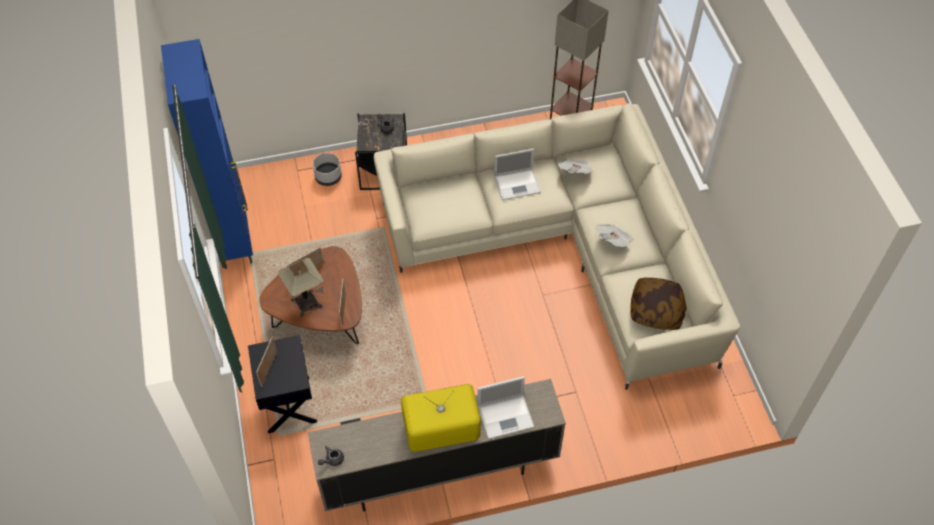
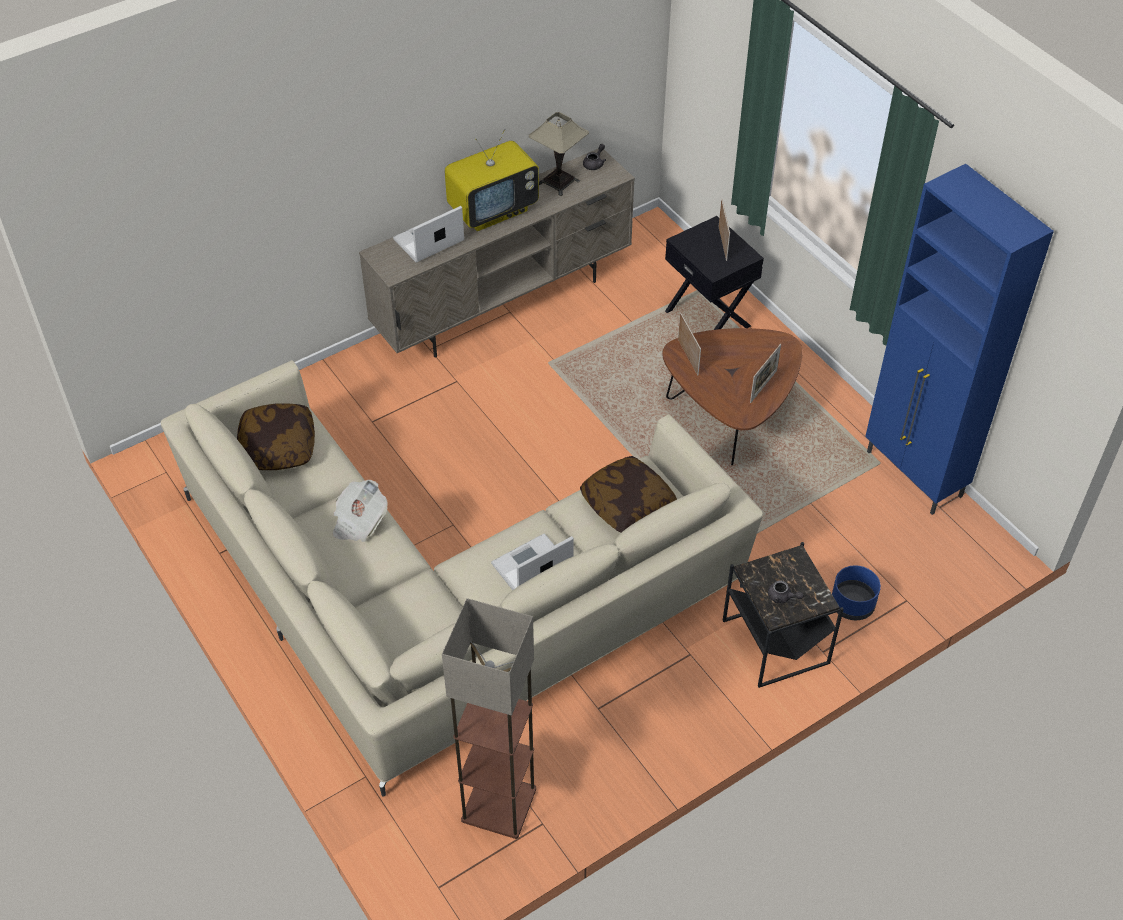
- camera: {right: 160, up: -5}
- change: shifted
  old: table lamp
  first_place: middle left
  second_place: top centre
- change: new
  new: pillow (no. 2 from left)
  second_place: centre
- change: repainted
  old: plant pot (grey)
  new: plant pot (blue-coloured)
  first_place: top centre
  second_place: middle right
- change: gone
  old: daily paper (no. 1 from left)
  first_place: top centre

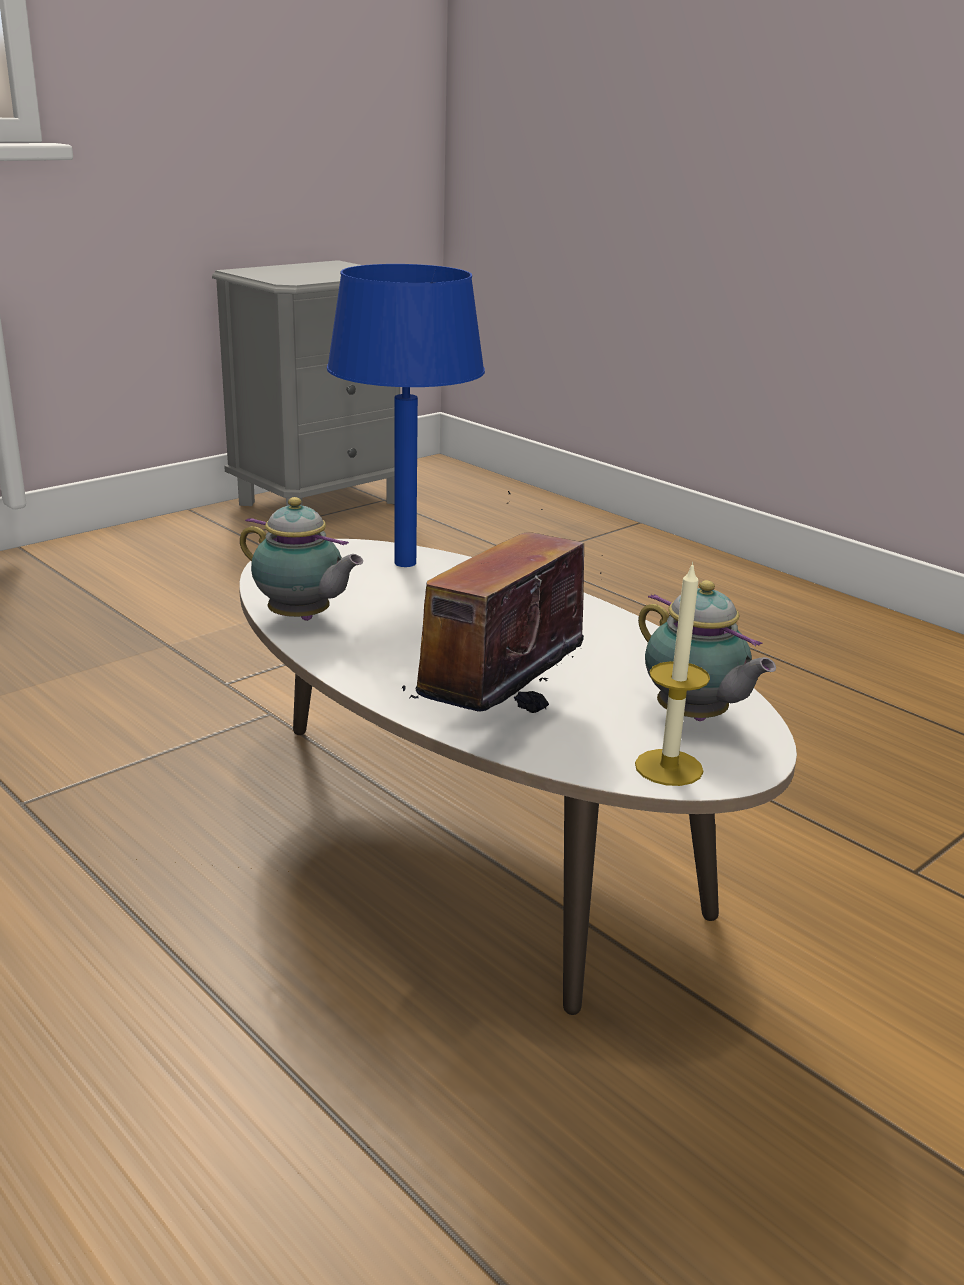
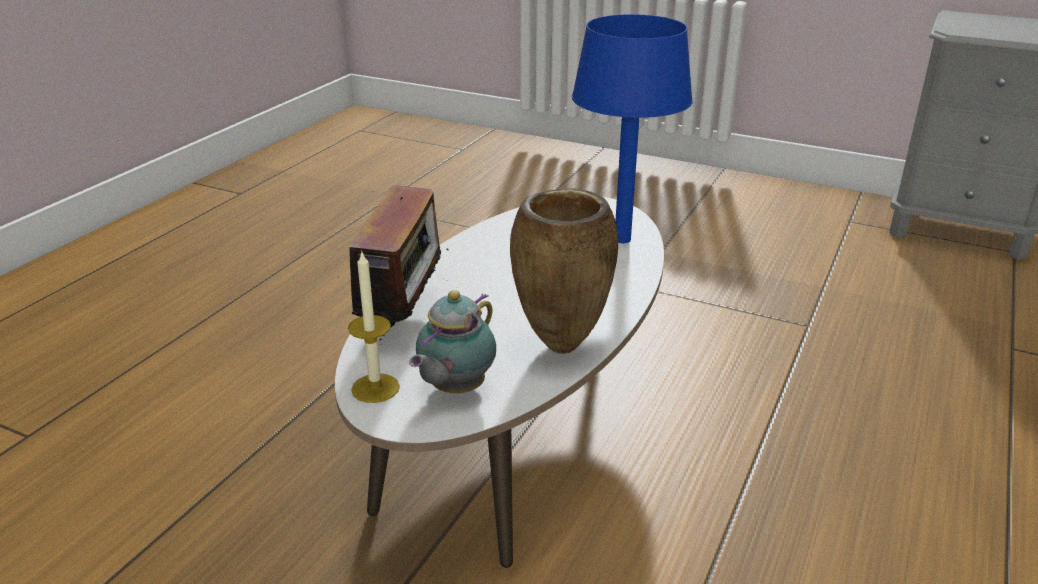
- camera: {right: 70, up: 5}
- change: rotated
  old: radio set
  first_place: centre
  second_place: centre
  degrees: 90
- change: new
  new: flower vase (brown)
  second_place: centre
- change: gone
  old: tea pot (no. 1 from left)
  first_place: middle left

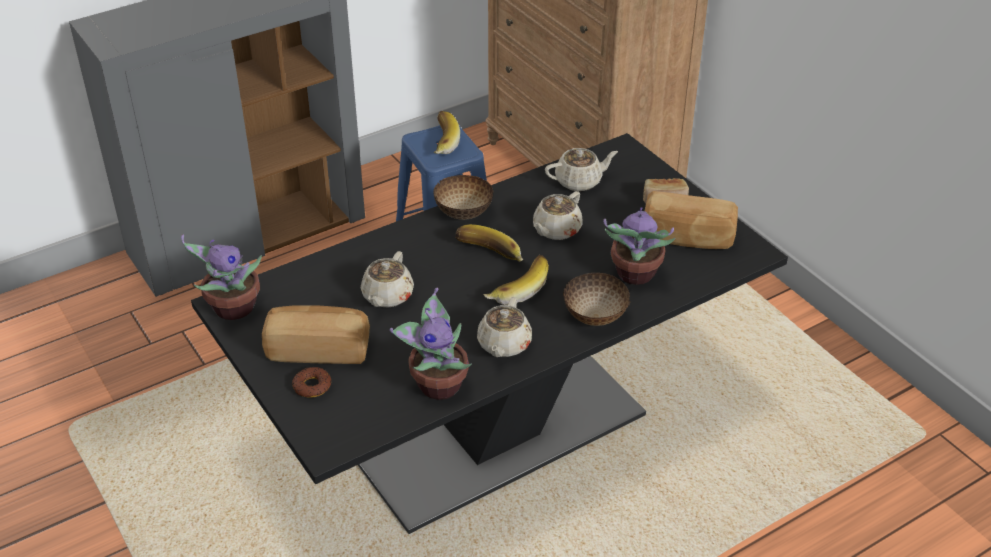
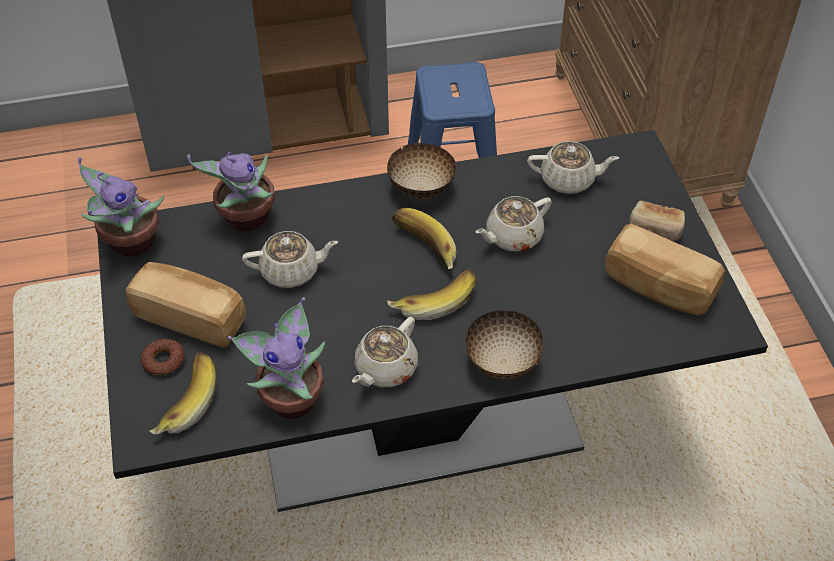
- camera: {right: 20, up: 10}
- change: shifted
  old: banana (no. 1 from left)
  first_place: top centre
  second_place: bottom left
- change: shifted
  old: plant in a pot (no. 3 from left in the first image)
  new: plant in a pot (no. 2 from left)
  first_place: centre
  second_place: middle left
- change: rotated
  old: tea pot (beige) (no. 1 from left)
  first_place: centre
  second_place: centre
  degrees: -135

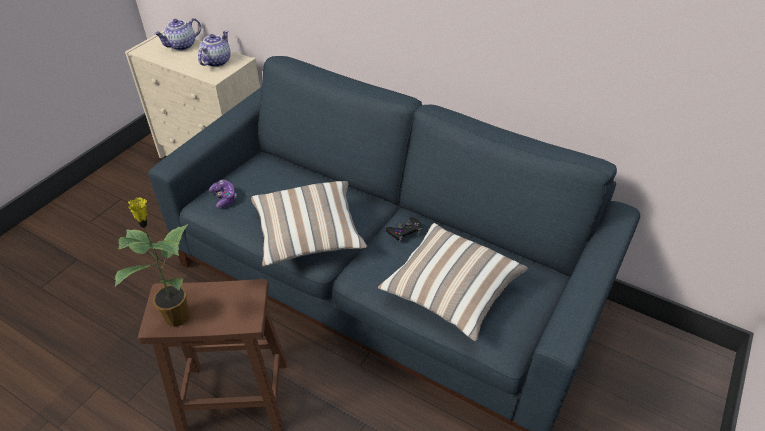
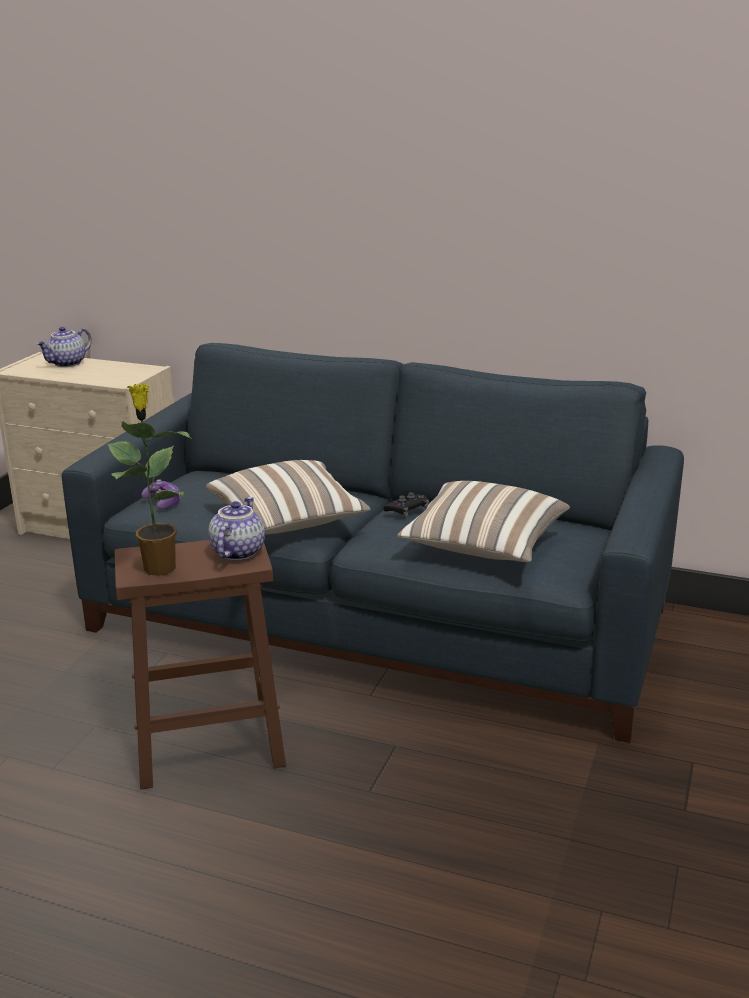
- camera: {right: -10, up: -20}
- change: shifted
  old: tea pot (no. 2 from left)
  first_place: top left
  second_place: middle left

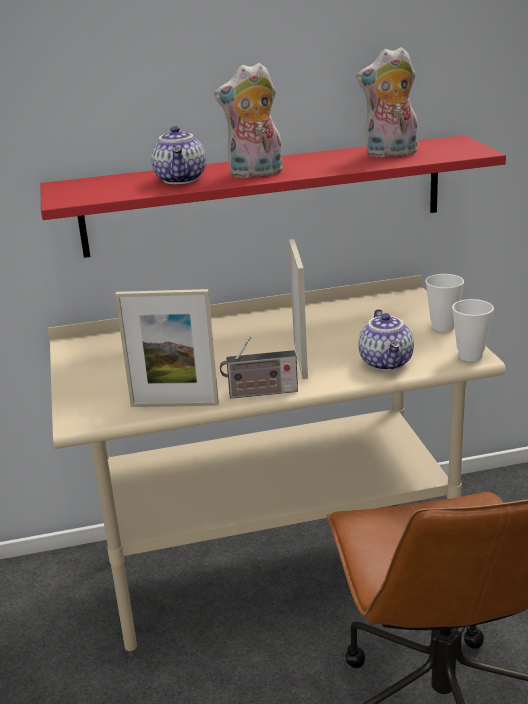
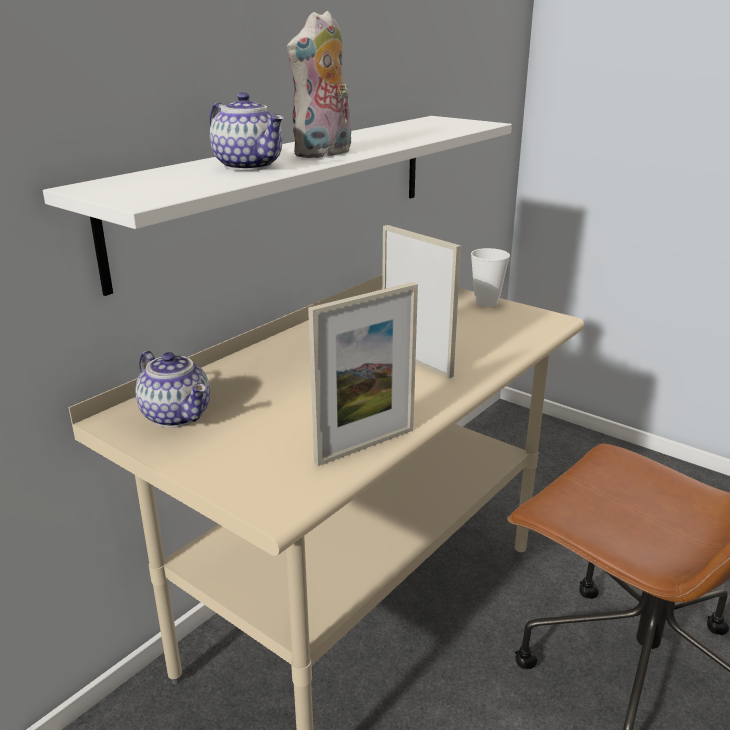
- camera: {right: -40, up: 0}
- change: repainted
  old: bracket shelf (red-coloured)
  new: bracket shelf (white-coloured)
  first_place: top centre
  second_place: top centre
- change: shifted
  old: tea pot (no. 2 from left in the first image)
  new: tea pot (no. 1 from left)
  first_place: middle right
  second_place: middle left
- change: gone
  old: radio set
  first_place: centre
- change: gone
  old: cuddly toy (no. 2 from left)
  first_place: top right
- change: gone
  old: cup (no. 2 from left)
  first_place: middle right

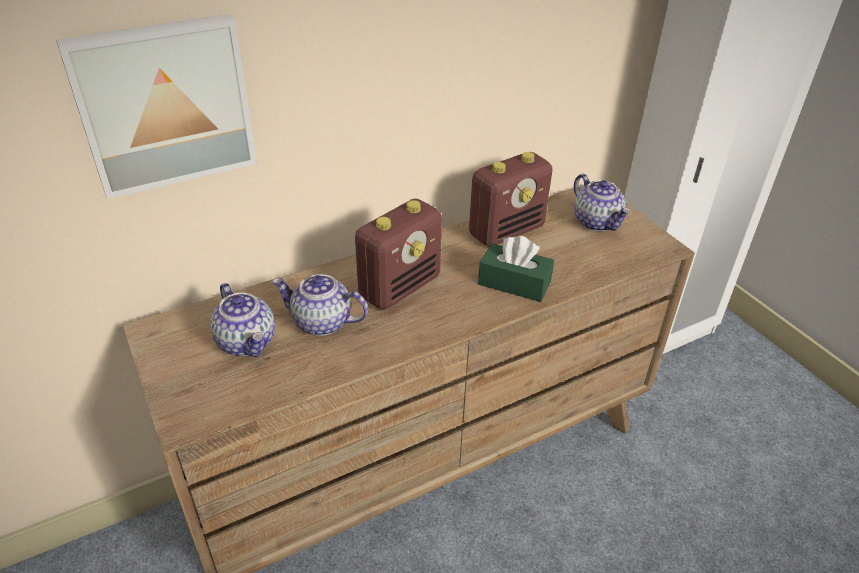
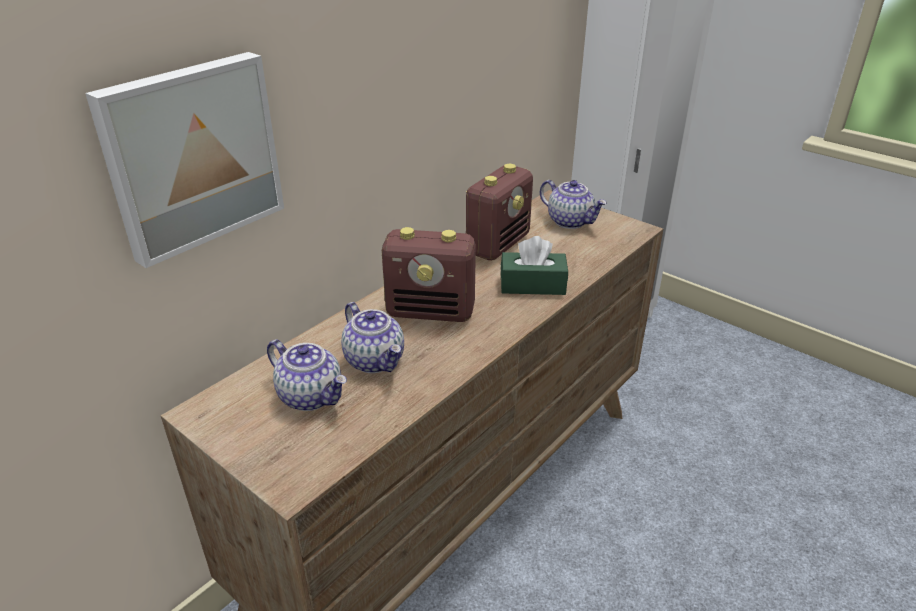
- camera: {right: -20, up: -5}
- change: rotated
  old: tea pot (no. 2 from left)
  first_place: centre
  second_place: centre
  degrees: -120
- change: rotated
  old: radio set (no. 1 from left)
  first_place: centre
  second_place: centre
  degrees: 75

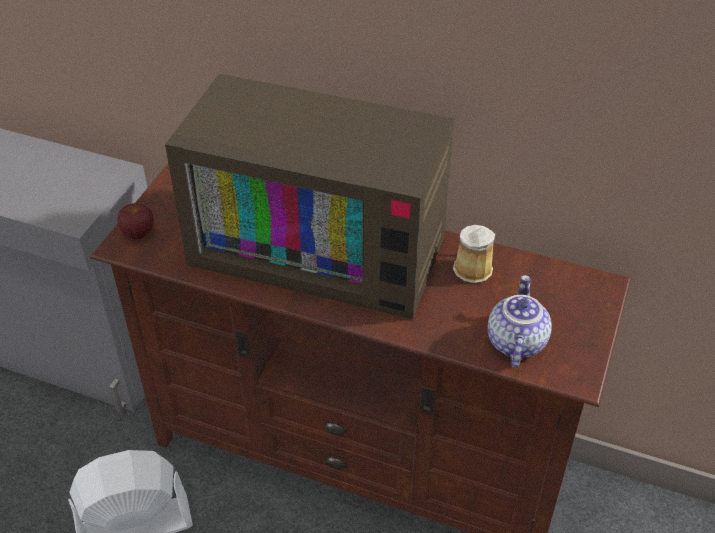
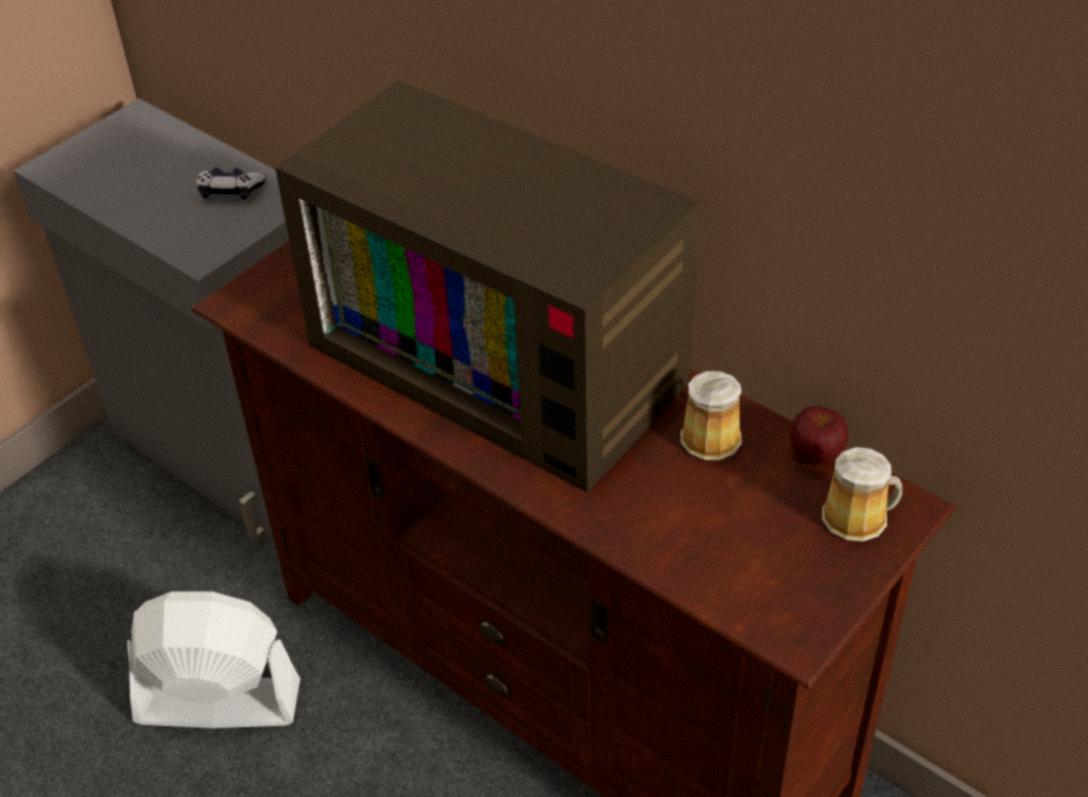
- camera: {right: 20, up: 0}
- change: new
  new: gamepad
  second_place: top left
- change: shifted
  old: apple
  first_place: middle left
  second_place: middle right
- change: new
  new: tea mug (no. 2 from left)
  second_place: middle right
- change: gone
  old: tea pot
  first_place: middle right

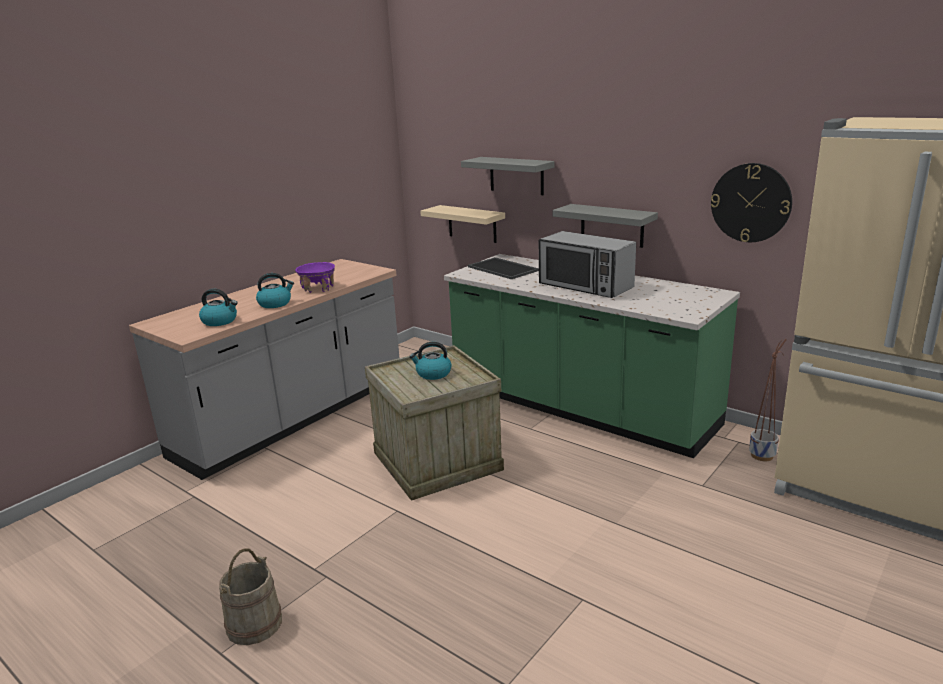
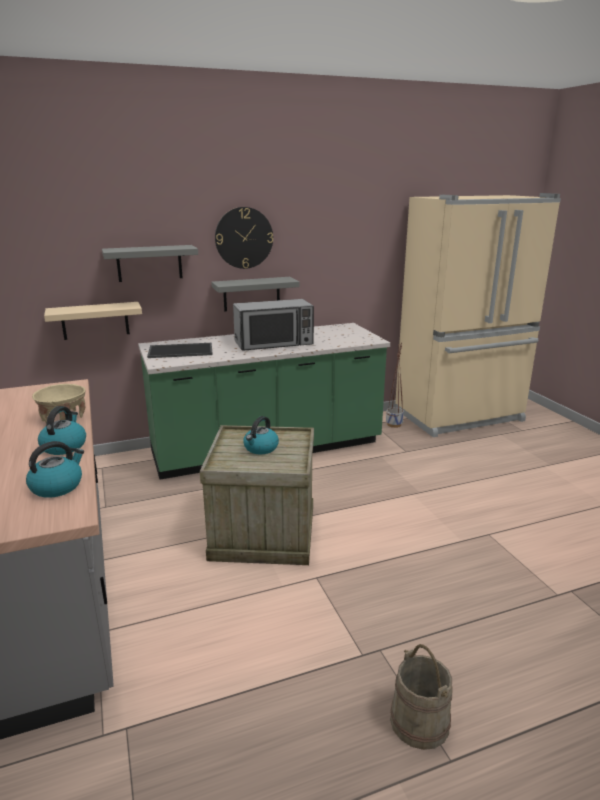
- camera: {right: -60, up: 0}
- change: repainted
  old: bowl (purple)
  new: bowl (beige)
  first_place: centre
  second_place: middle left
- change: shifted
  old: clock on the wall
  first_place: top right
  second_place: top centre

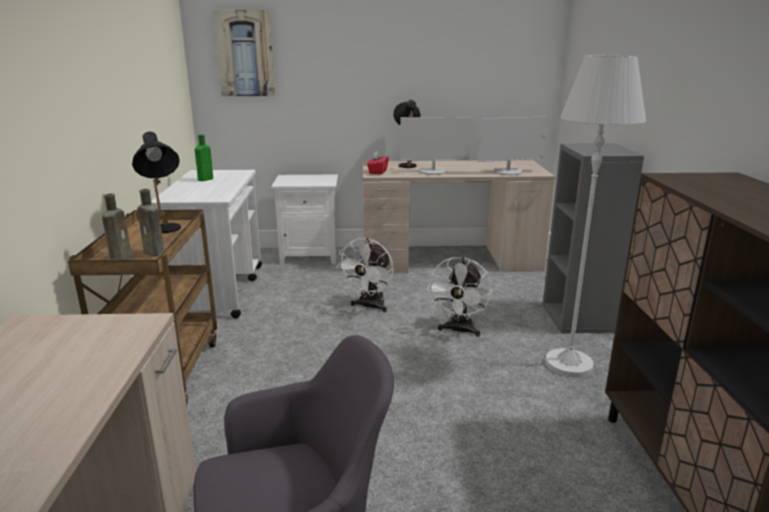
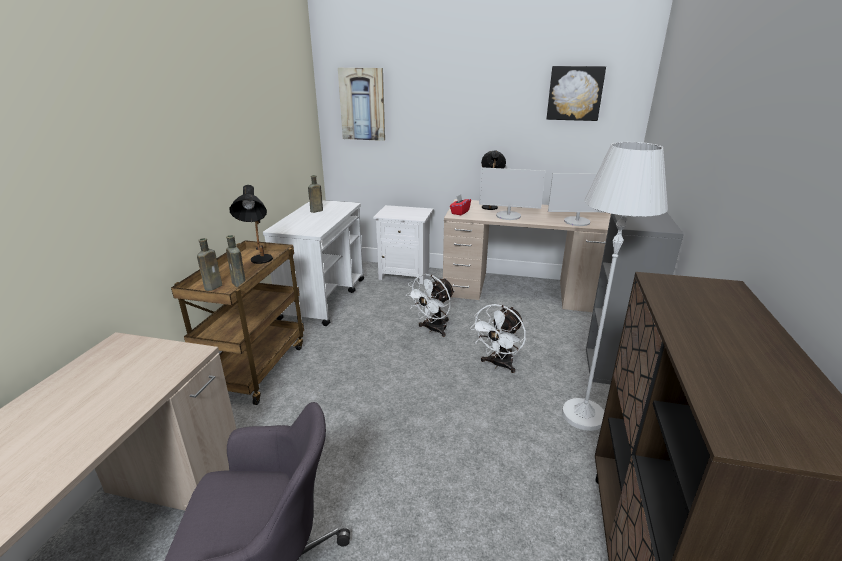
- camera: {right: 15, up: 5}
- change: repainted
  old: drink bottle (green)
  new: drink bottle (brown) (no. 3 from left)
  first_place: top left
  second_place: centre
- change: new
  new: picture (no. 2 from left)
  second_place: top right

